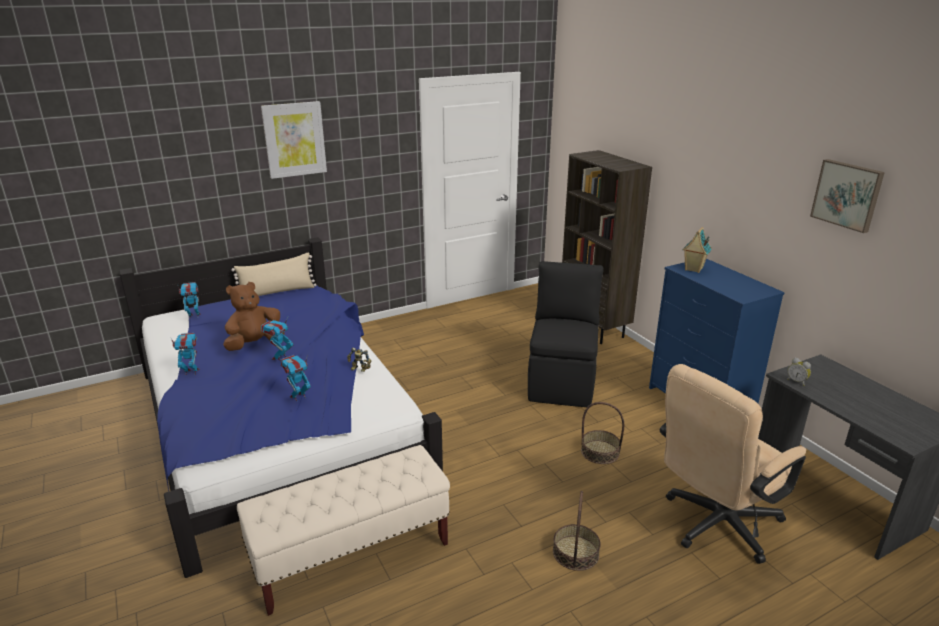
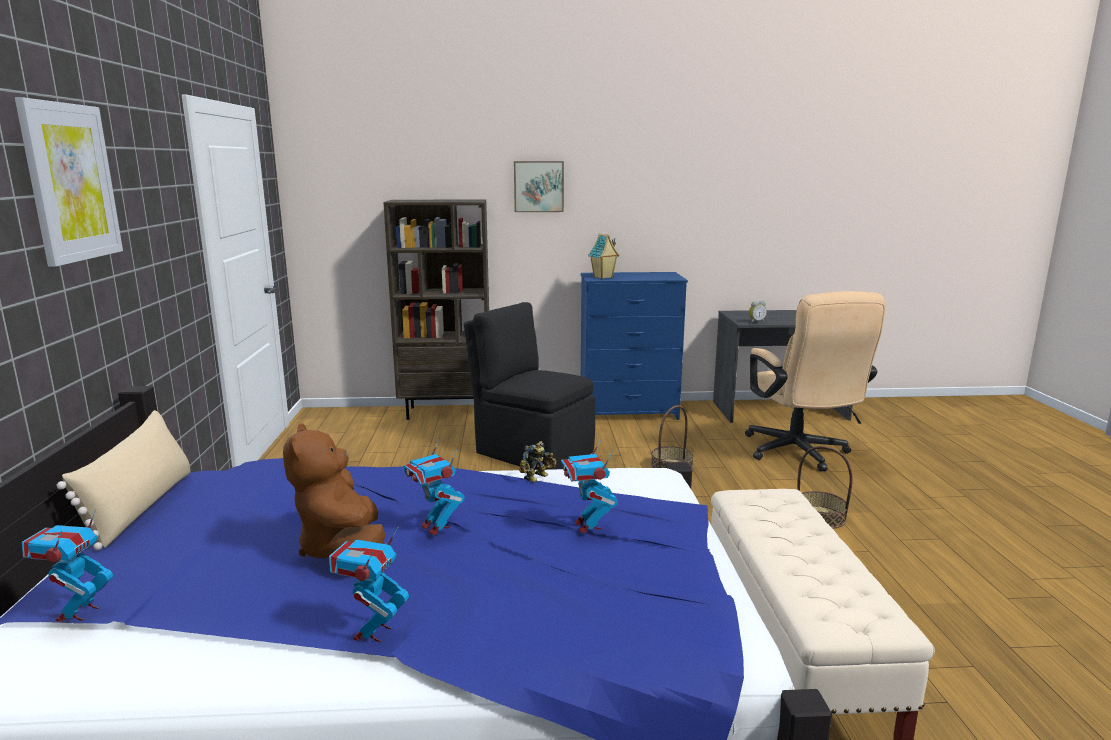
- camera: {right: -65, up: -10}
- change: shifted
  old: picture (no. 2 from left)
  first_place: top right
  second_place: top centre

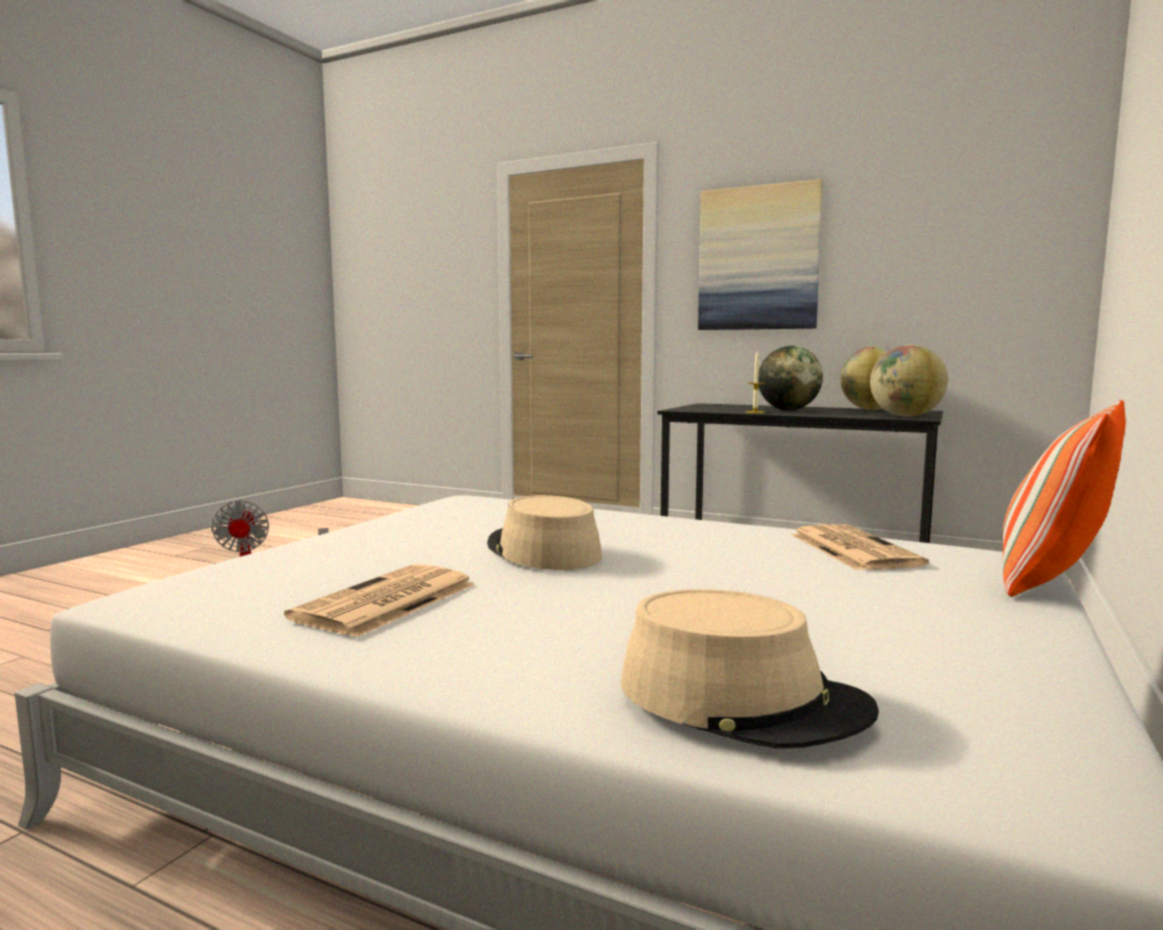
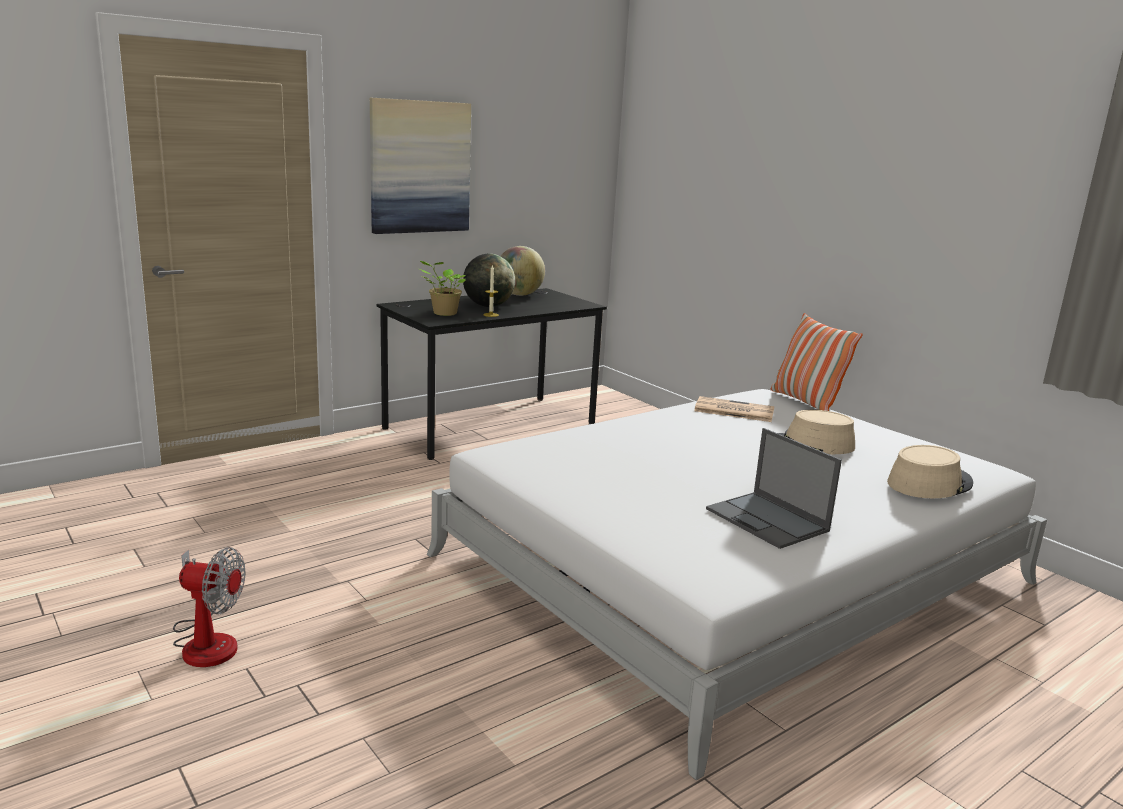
- camera: {right: -65, up: 10}
- change: new
  new: plant in a pot
  second_place: centre
- change: swapped
  old: daily paper (no. 1 from left)
  new: laptop
  first_place: middle left
  second_place: middle right
- change: shifted
  old: hat (beige) (no. 1 from left)
  first_place: centre
  second_place: middle right
- change: gone
  old: globe (no. 3 from left)
  first_place: middle right

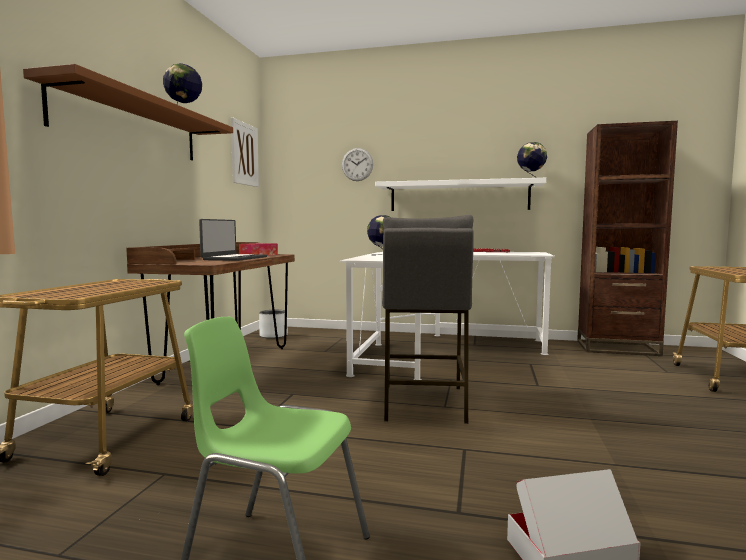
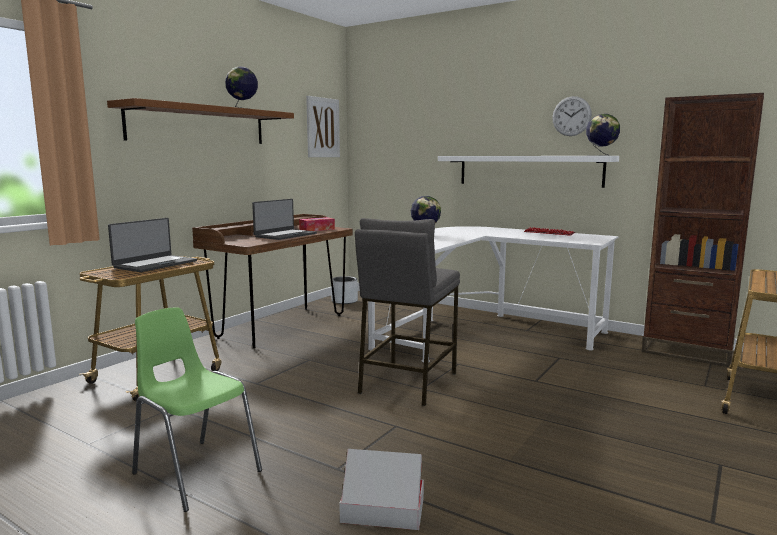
- camera: {right: 20, up: 5}
- change: new
  new: laptop (no. 1 from left)
  second_place: middle left
- change: shifted
  old: clock on the wall
  first_place: top centre
  second_place: top right

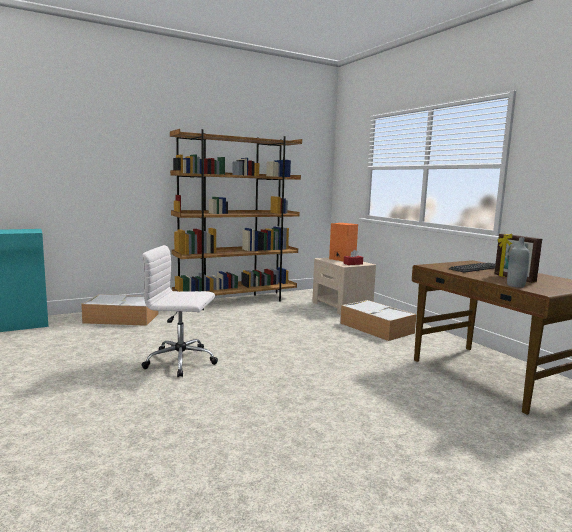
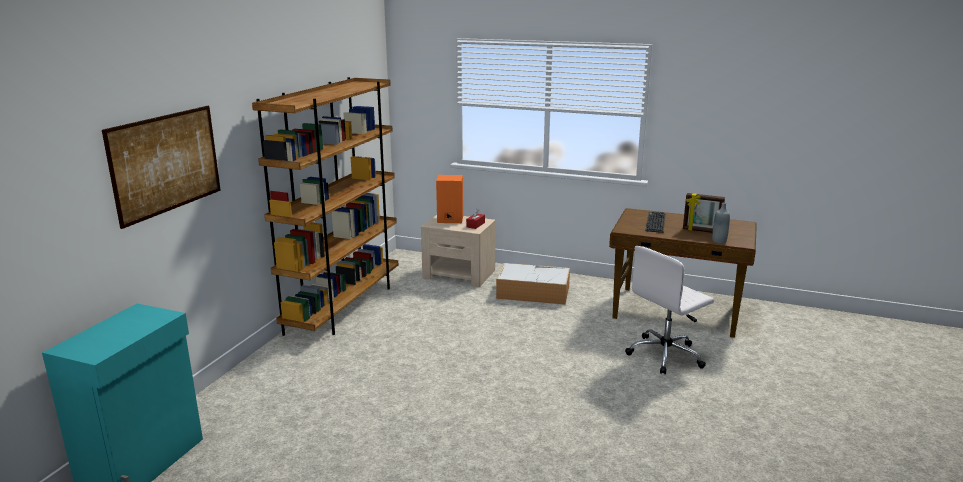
- camera: {right: -40, up: 10}
- change: new
  new: picture
  second_place: middle left
- change: shifted
  old: computer chair (white-coloured)
  first_place: middle left
  second_place: middle right
- change: gone
  old: storage bin (no. 1 from left)
  first_place: middle left

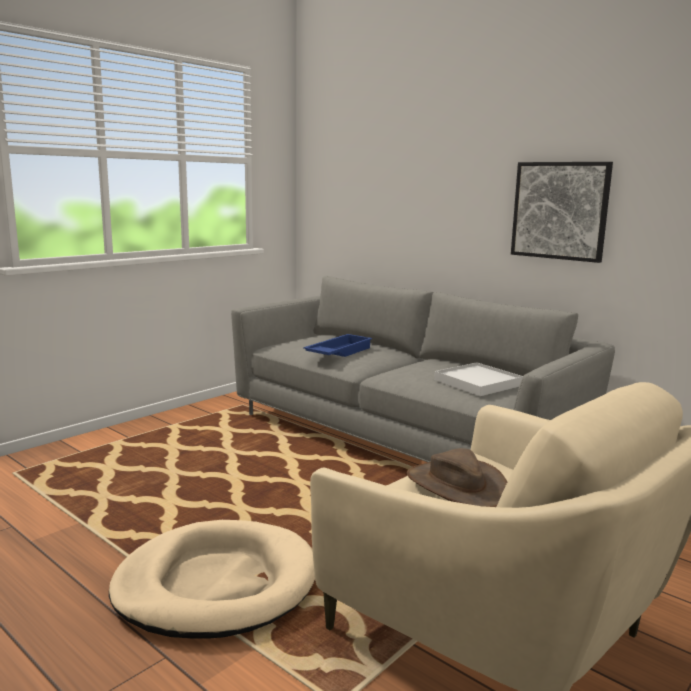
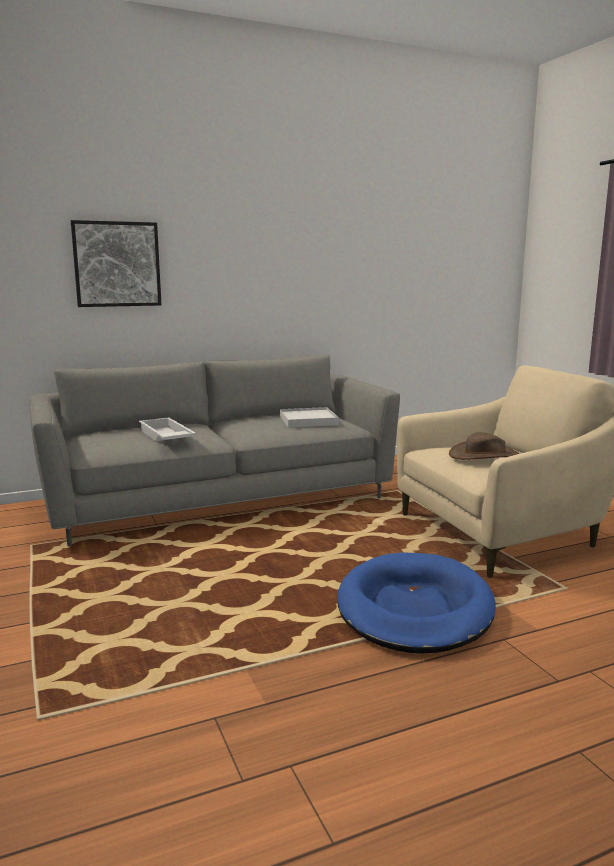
- camera: {right: -65, up: 0}
- change: shifted
  old: picture
  first_place: top right
  second_place: top left
- change: repainted
  old: carrying tray (blue-coloured)
  new: carrying tray (white-coloured) (no. 1 from left)
  first_place: centre
  second_place: middle left
- change: repainted
  old: dog cushion (beige)
  new: dog cushion (blue-coloured)
  first_place: bottom left
  second_place: bottom right

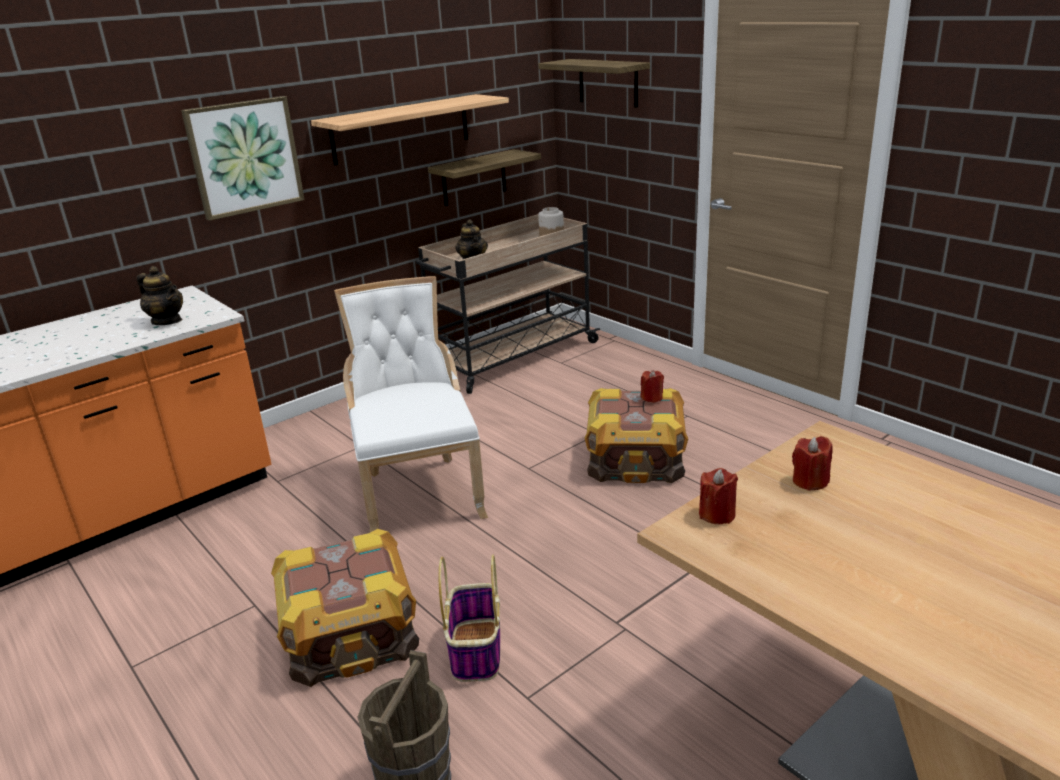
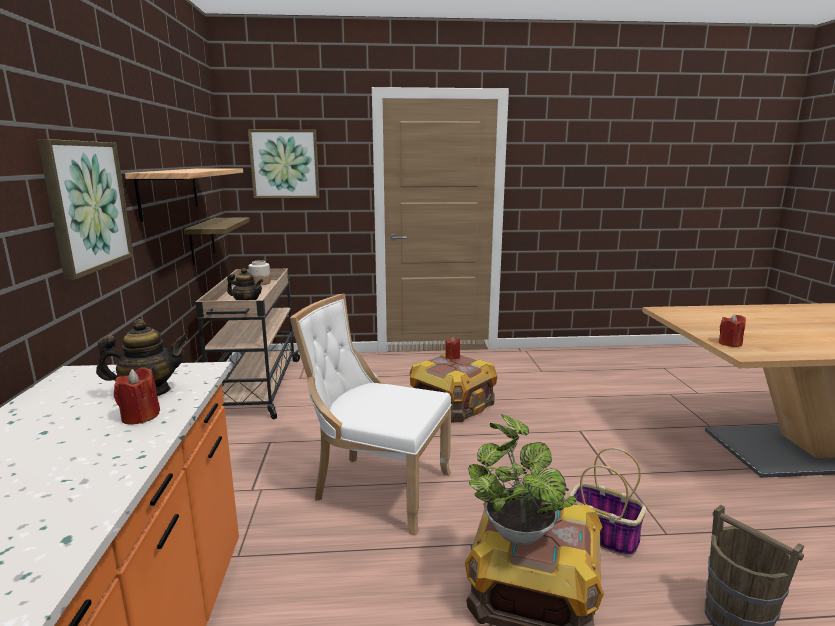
- camera: {right: -55, up: -10}
- change: shifted
  old: candle (red-coloured) (no. 3 from left in the first image)
  new: candle (red-coloured) (no. 1 from left)
  first_place: middle right
  second_place: middle left
- change: swapped
  old: bracket shelf (no. 3 from left)
  new: picture (no. 2 from left)
  first_place: top centre
  second_place: top centre
- change: new
  new: plant in a pot
  second_place: bottom centre

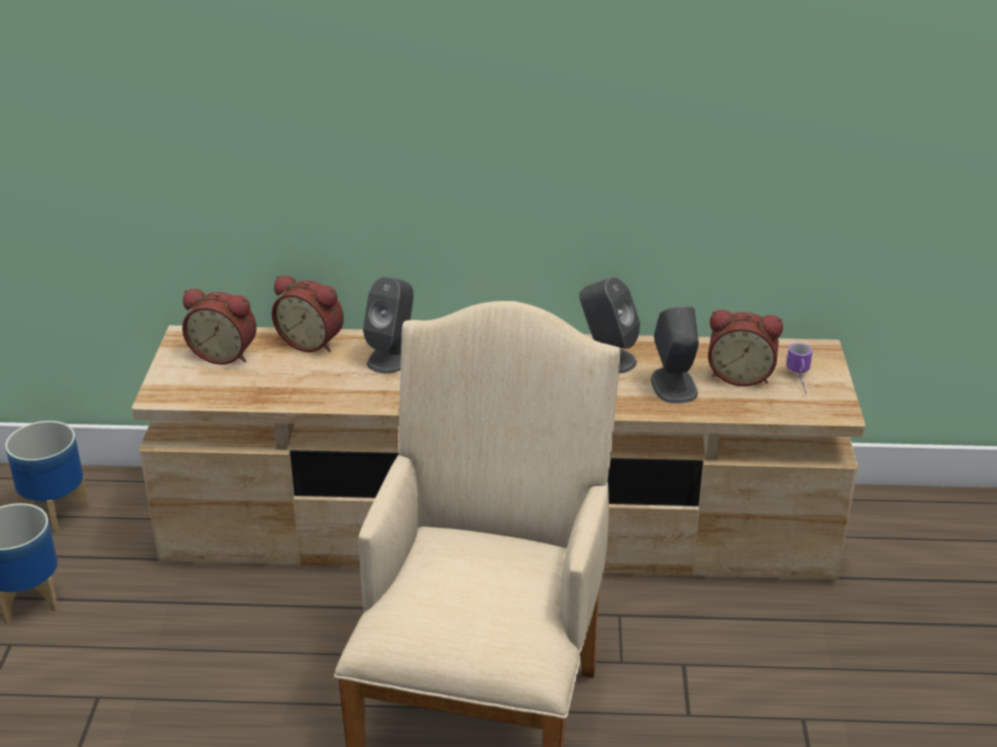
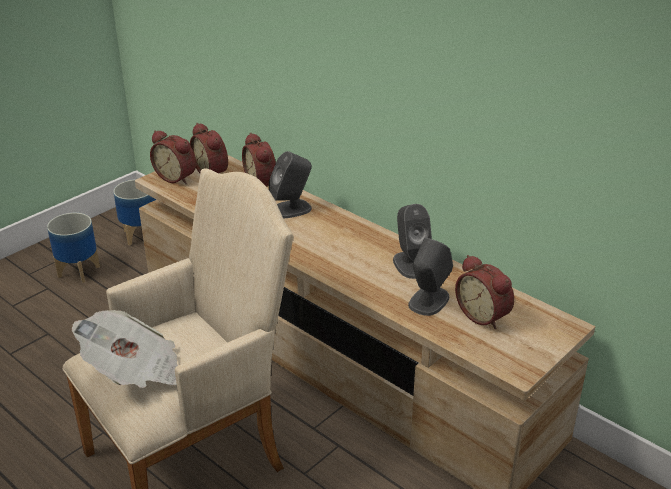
- camera: {right: 40, up: 0}
- change: new
  new: daily paper
  second_place: bottom left
- change: new
  new: table clock (no. 1 from left)
  second_place: top left
- change: gone
  old: tea mug
  first_place: middle right

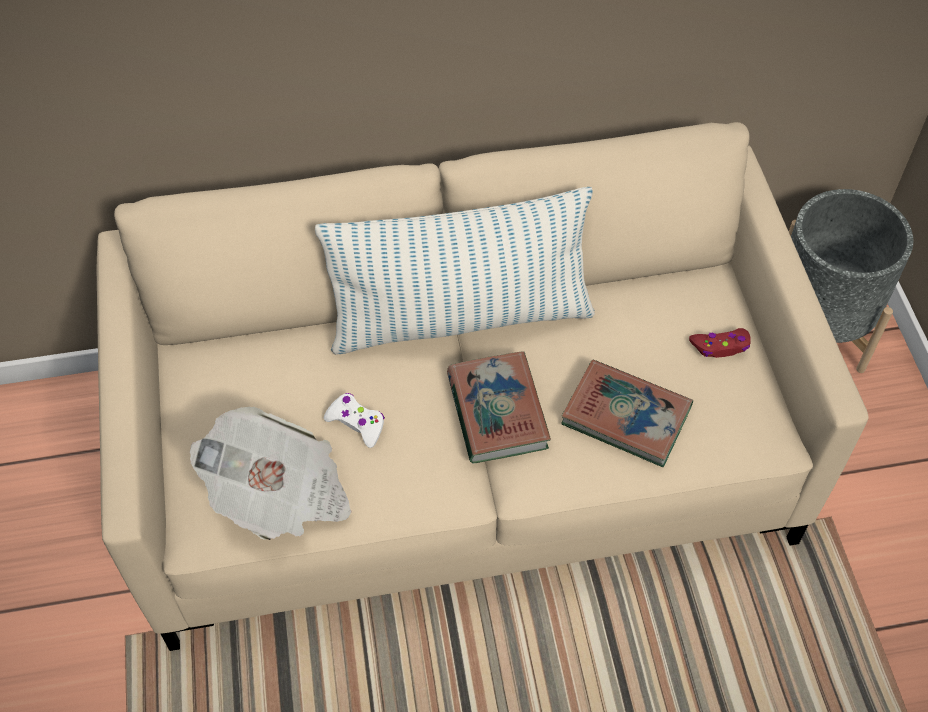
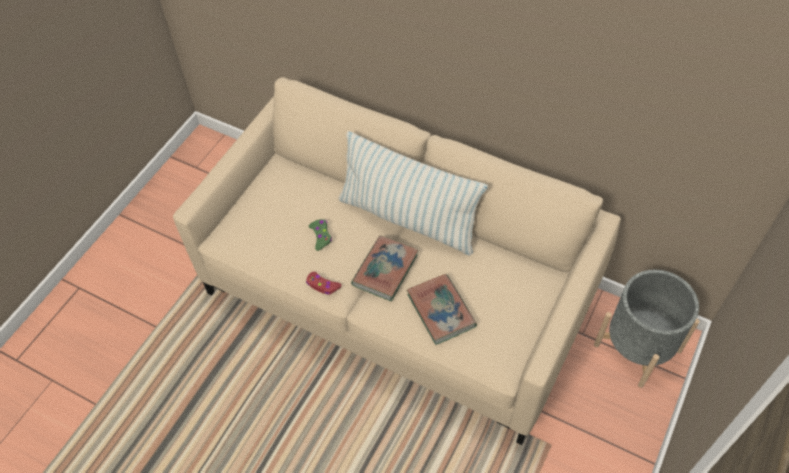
- camera: {right: 40, up: 0}
- change: shifted
  old: gamepad (red-coloured)
  first_place: middle right
  second_place: centre
- change: repainted
  old: gamepad (white-coloured)
  new: gamepad (green)
  first_place: centre
  second_place: centre
- change: gone
  old: daily paper
  first_place: middle left

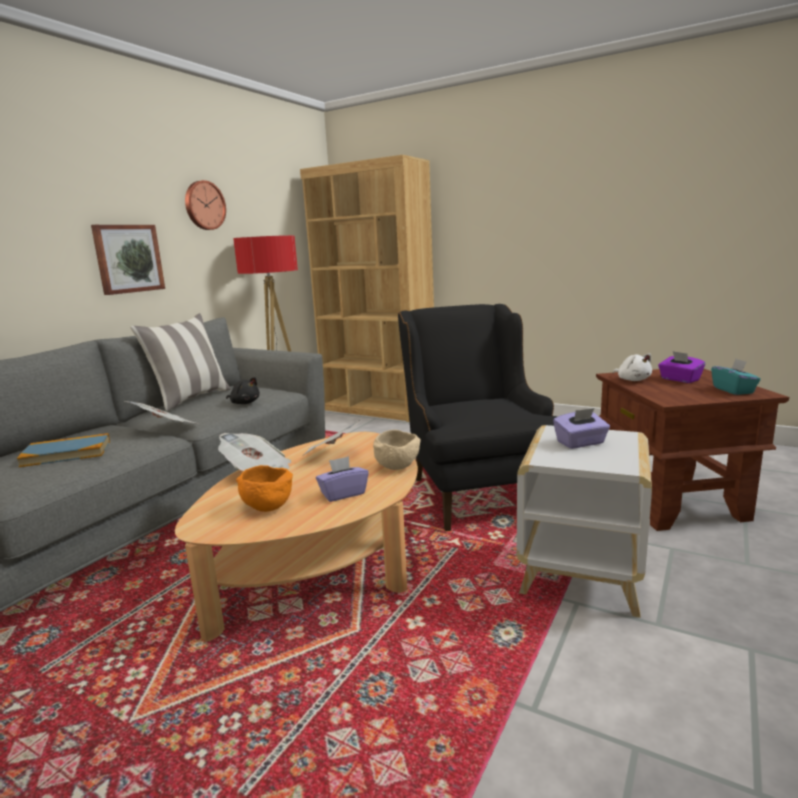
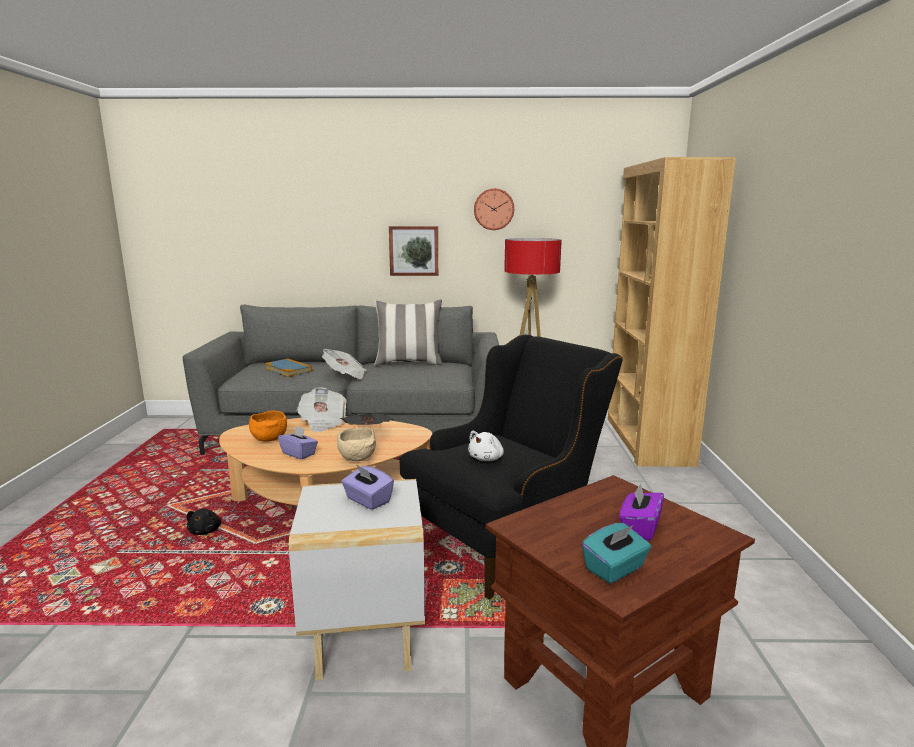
- camera: {right: 60, up: 0}
- change: shifted
  old: cuddly toy (black-coloured)
  first_place: middle left
  second_place: bottom left
- change: shifted
  old: cuddly toy (white-coloured)
  first_place: middle right
  second_place: centre

